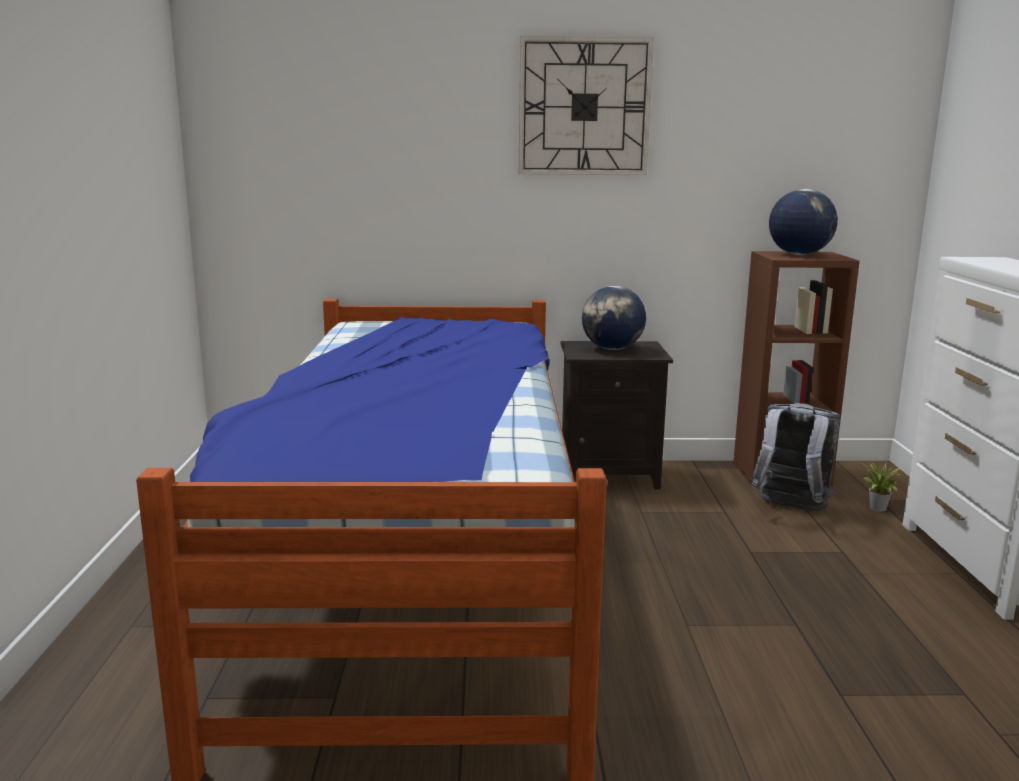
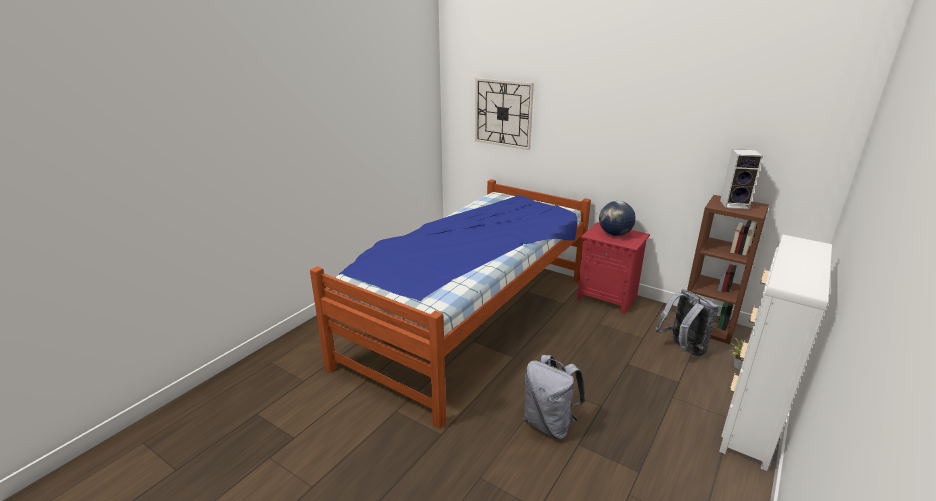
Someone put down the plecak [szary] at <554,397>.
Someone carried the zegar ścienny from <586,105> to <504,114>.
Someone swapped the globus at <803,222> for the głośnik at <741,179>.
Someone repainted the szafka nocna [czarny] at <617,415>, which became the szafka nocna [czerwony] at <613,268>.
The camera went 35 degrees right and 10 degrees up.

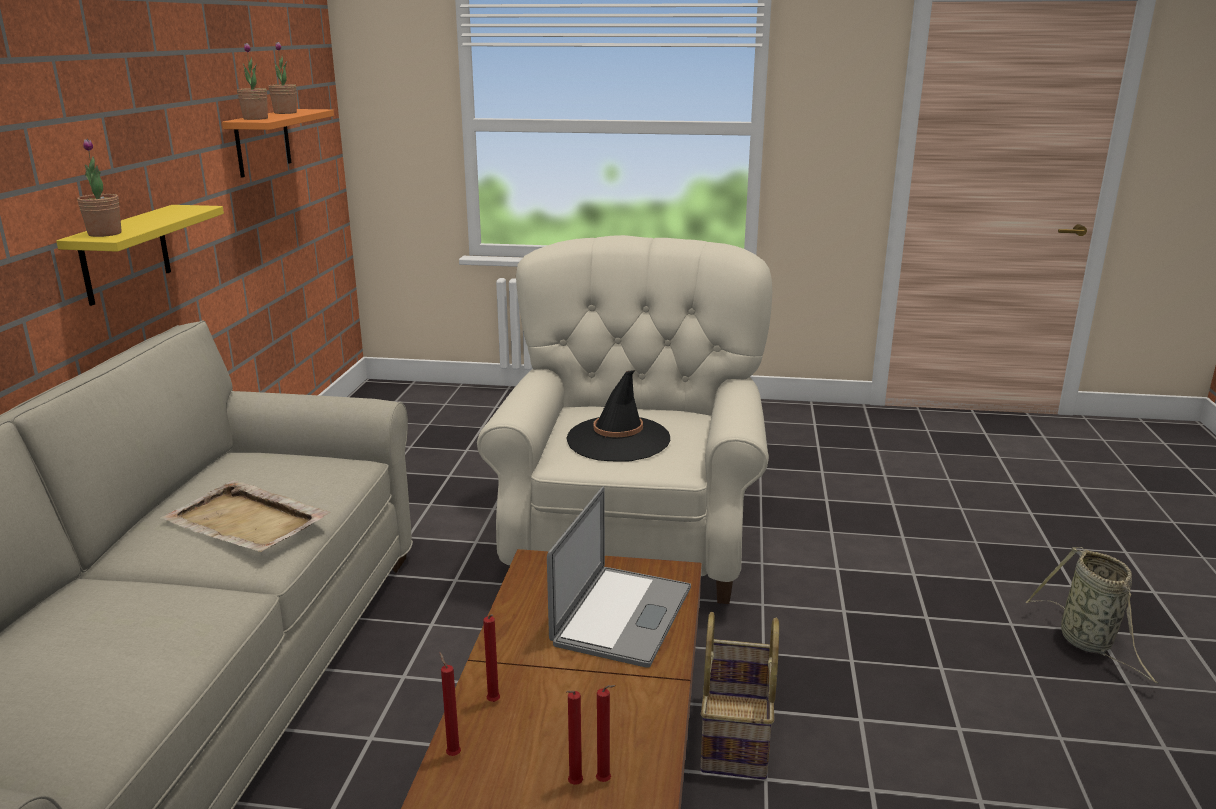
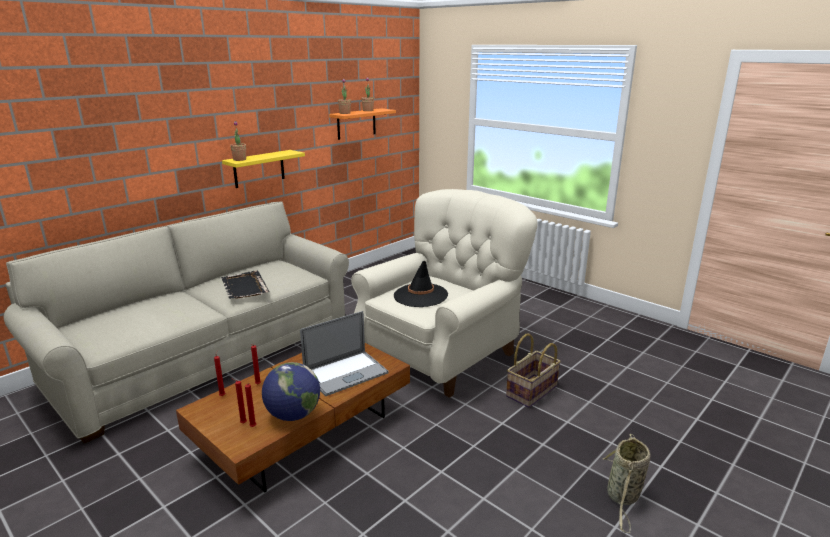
Someone put down the globus at <291,391>.
Someone carried the koszyk from <739,695> to <533,371>.
Someone repainted the taca [beżowy] at <245,516>, which became the taca [czarny] at <245,284>.
The camera went 35 degrees right and 0 degrees up.

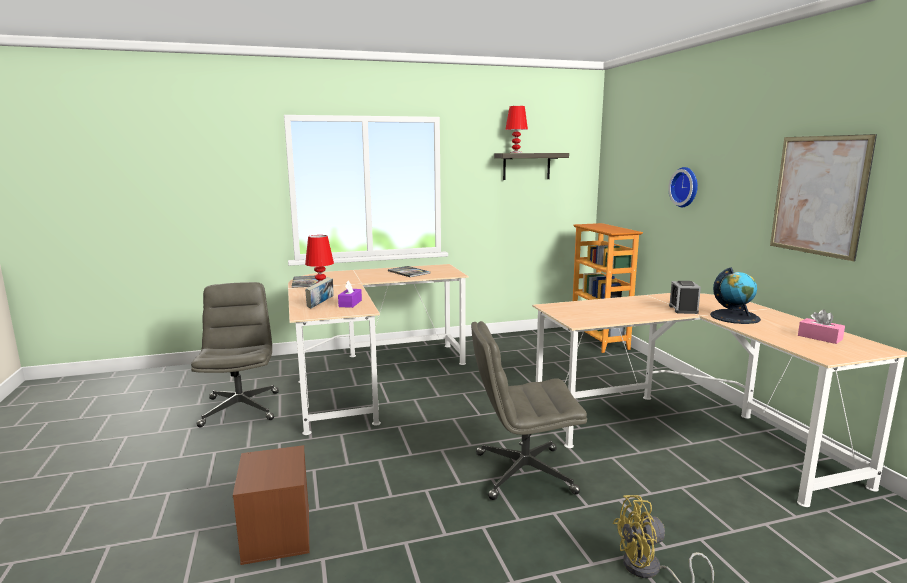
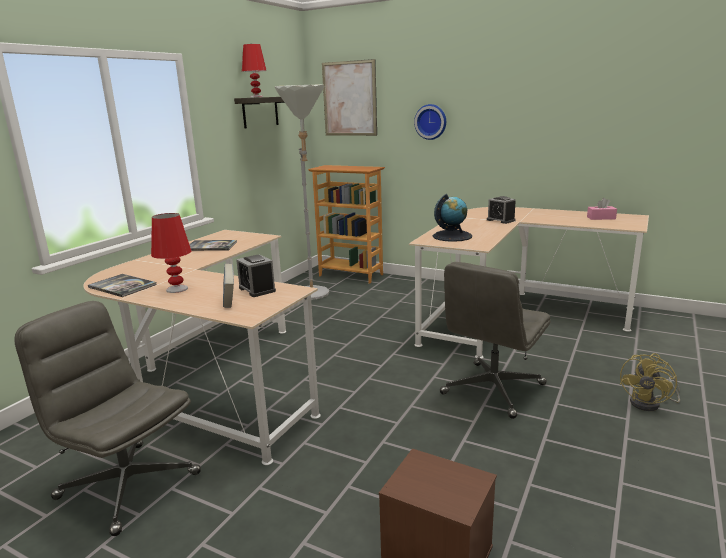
Someone put down the lampa stojąca [szary] at <302,192>.
Someone carried the globus from <735,295> to <452,218>.
Someone carried the obraz from <823,197> to <349,97>.
Someone swapped the pudełko chusteczek [fioletowy] at <350,294> for the budzik at <256,275>.
The camera went 45 degrees left and 5 degrees up.

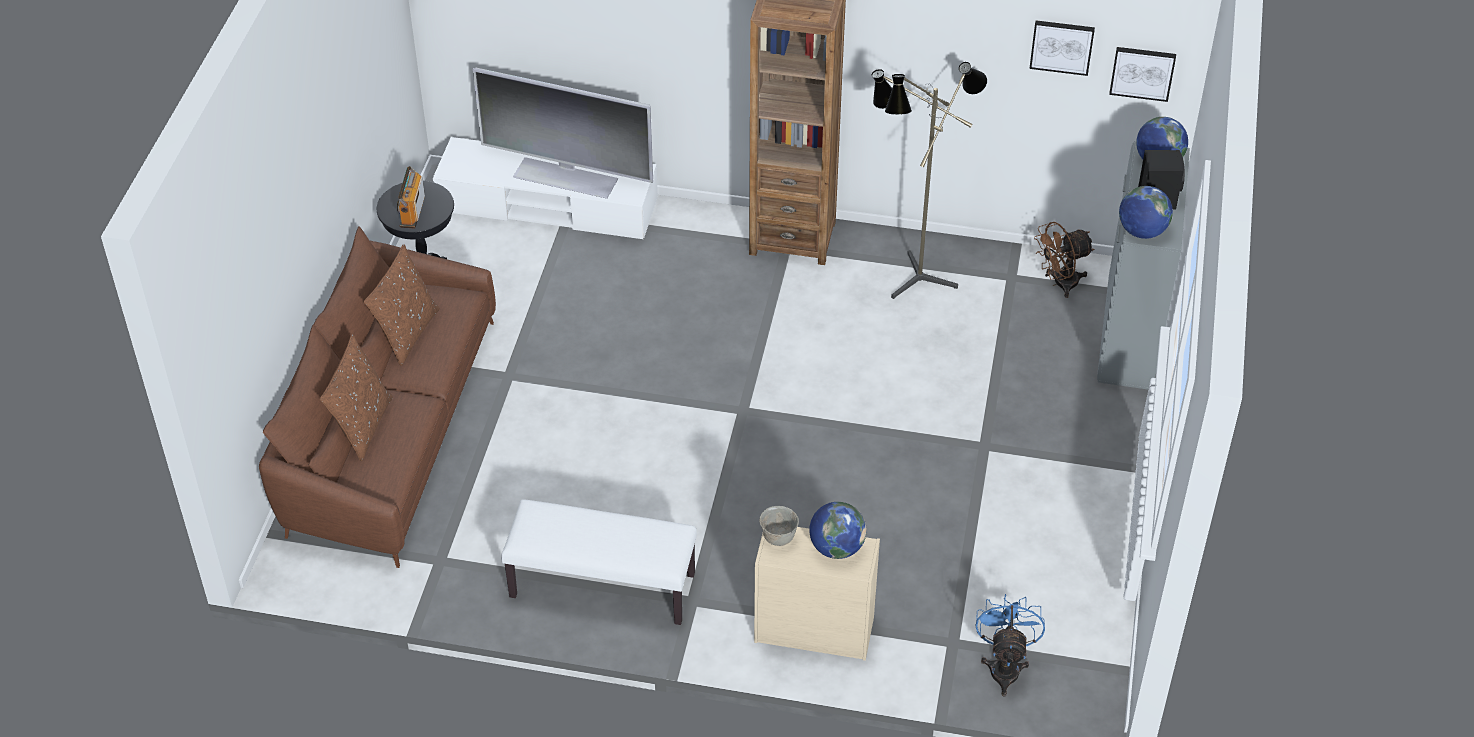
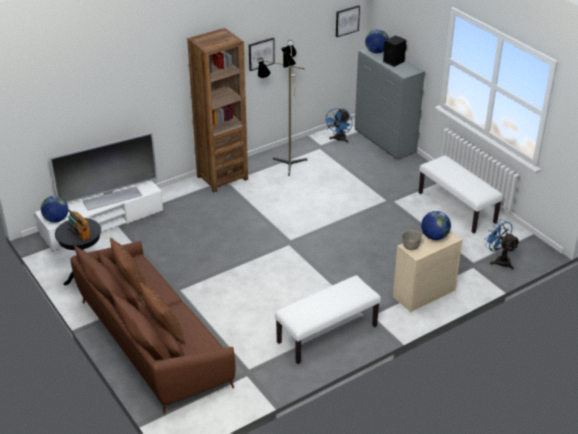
Someone put down the ławka [biały] at <461,194>.
Someone carried the obraz from <1062,48> to <262,54>.
Someone carried the globus from <1146,212> to <55,209>.
Someone repainted the wentylator [brązowy] at <1064,260>, which became the wentylator [niebieski] at <338,125>.
The camera went 45 degrees left and 10 degrees down.

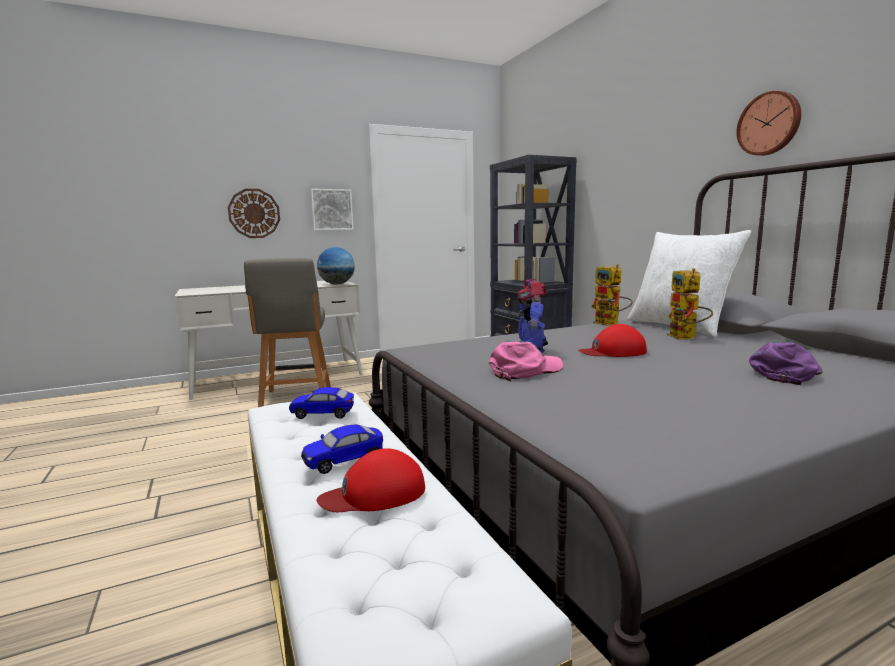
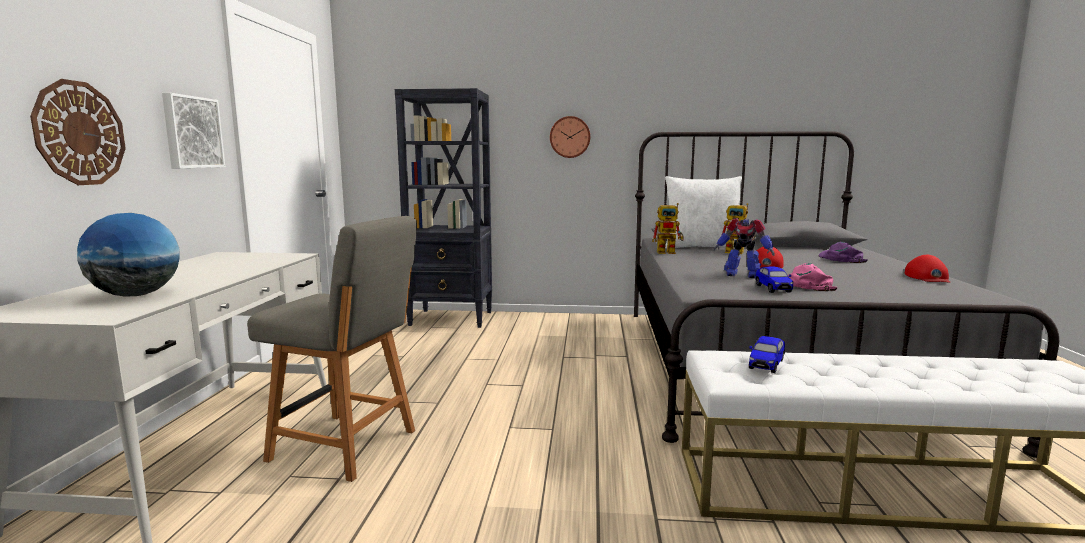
Someone carried the samochodzik from <342,449> to <774,279>.
Someone carried the globus from <336,266> to <128,254>.
Someone carried the czapka z daszkiem [czerwony] from <371,480> to <928,269>.
Someone carried the zegar ścienny from <768,123> to <570,137>.
The camera went 60 degrees left and 0 degrees up.

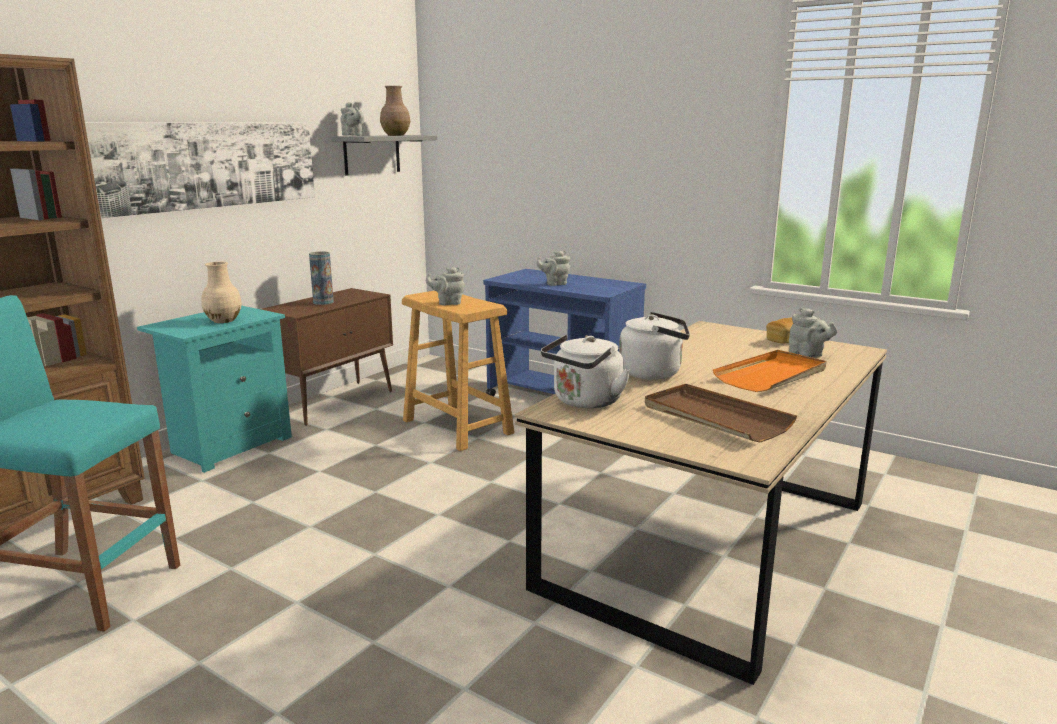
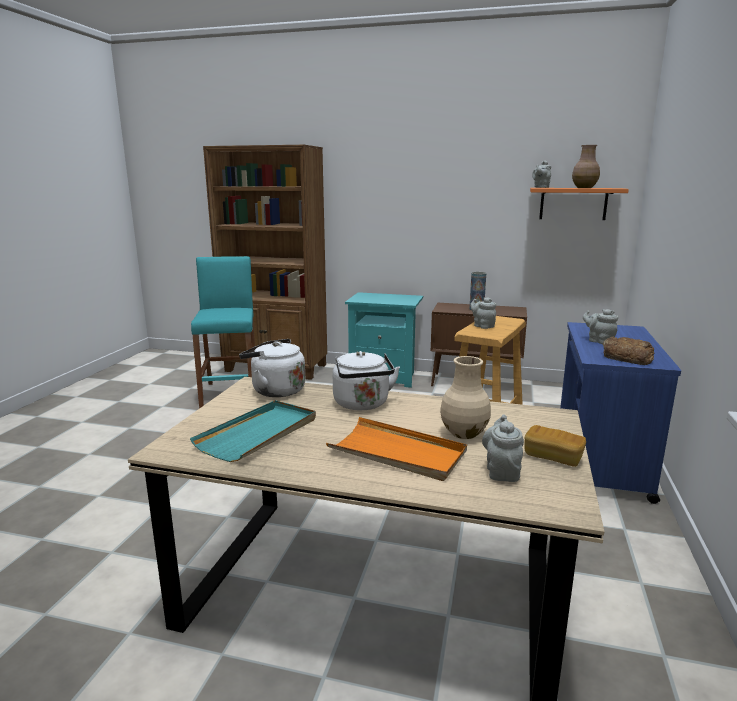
Someone took away the obraz at <200,170>.
Someone put down the chleb at <628,351>.
Someone carried the wazon [beżowy] from <221,292> to <465,397>.
Someone repainted the półka [szary] at <384,155>, which became the półka [pomarańczowy] at <579,204>.
Someone repainted the taca [brązowy] at <721,413>, which became the taca [turkusowy] at <253,431>.
Someone rotated the imbryk [szary] at <813,332> by 150 degrees clockwise.
The camera went 70 degrees right and 0 degrees up.

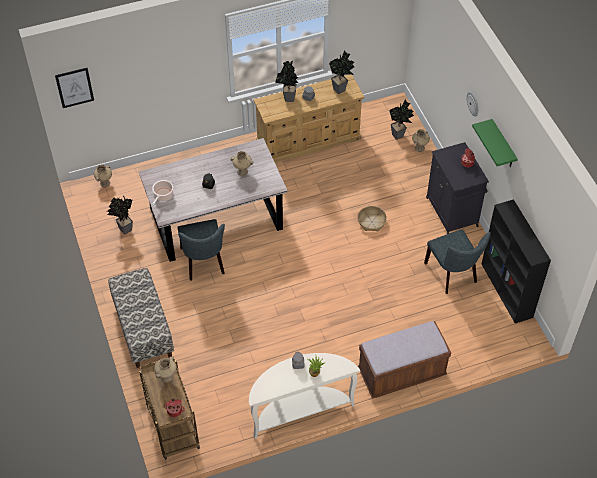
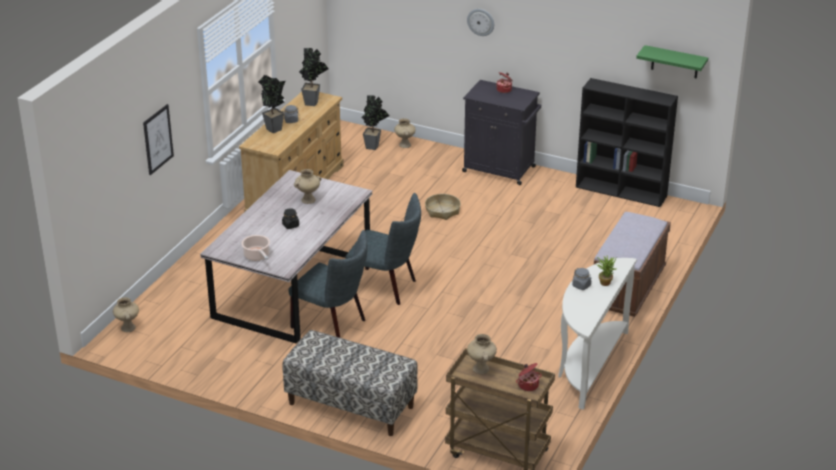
Someone took away the roślina doniczkowa at <120,215>.
Someone carried the obraz from <74,88> to <158,139>.
Someone carried the krzesło [szary] from <457,261> to <383,249>.
Someone carried the półka [zielony] from <495,143> to <672,62>.
The camera went 45 degrees left and 20 degrees down.

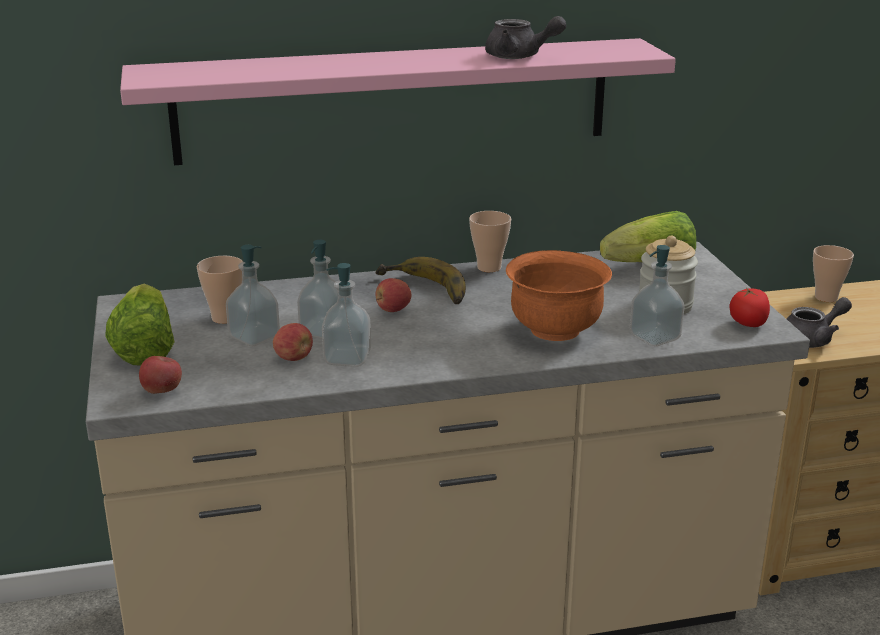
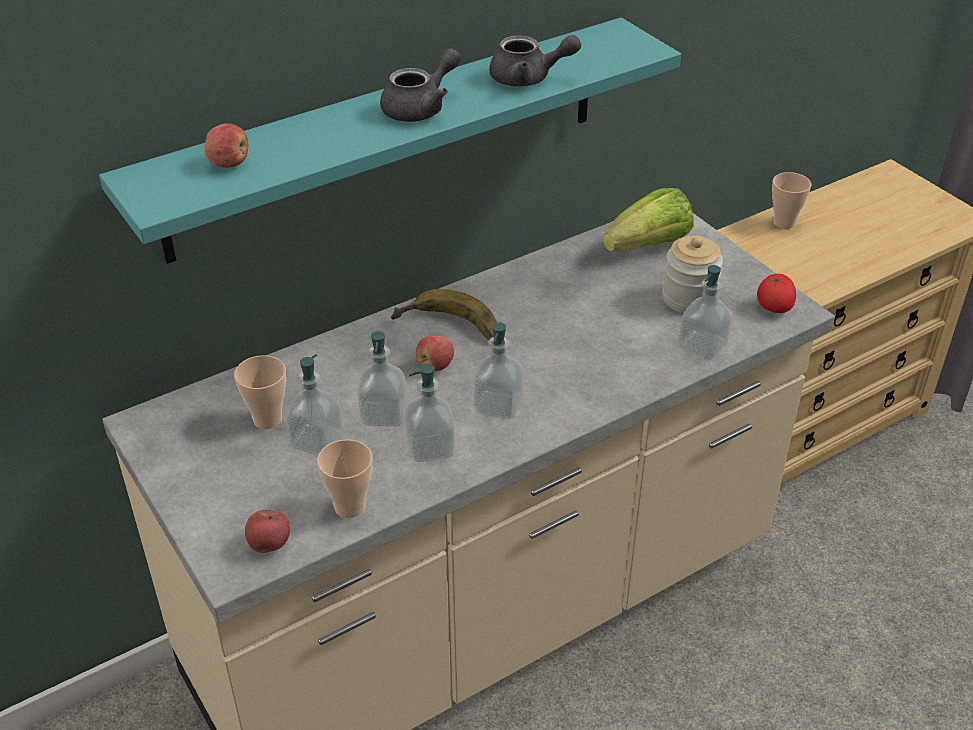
Someone took away the sałata at <139,325>.
Someone took away the miska [pomarańczowy] at <559,295>.
Someone put down the dozownik mydła at <499,370>.
Someone carried the jabłko from <293,342> to <226,145>.
Someone carried the filiżanka from <490,241> to <345,478>.
Someone carried the imbryk [szary] from <819,322> to <420,85>.
Someone repainted the półka [różowy] at <398,101>, which became the półka [turkusowy] at <390,140>.
The camera went 20 degrees left and 15 degrees up.

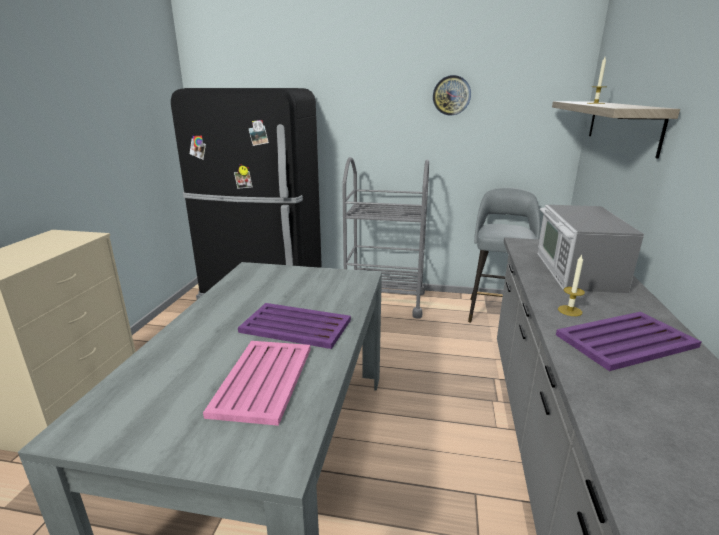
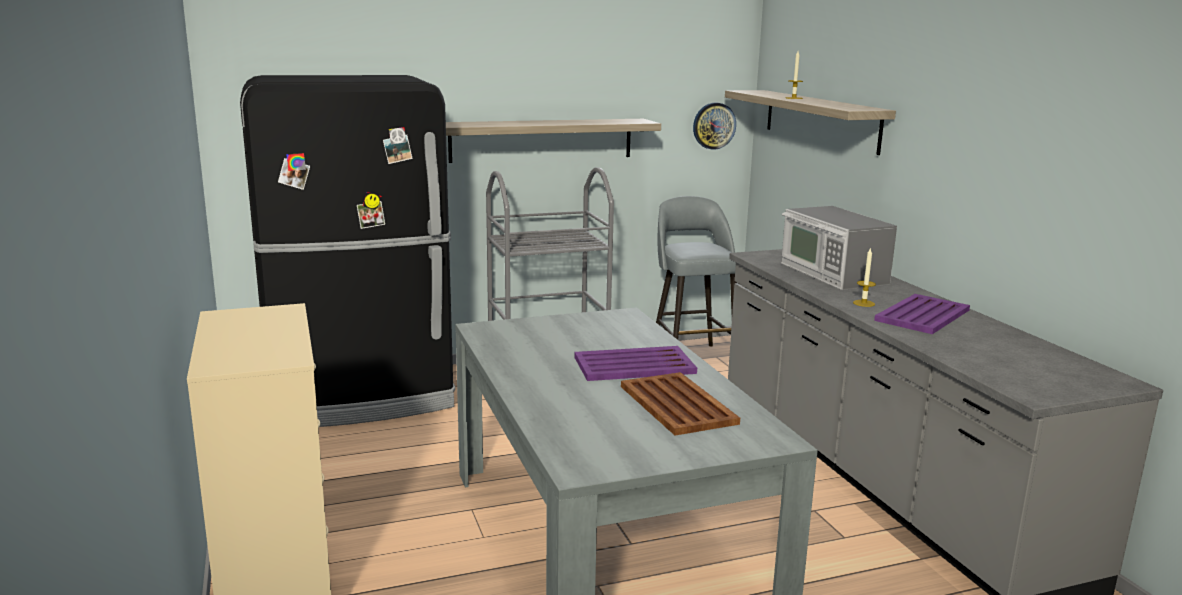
Someone put up the półka at <553,141>.
Someone carried the zegar ścienny from <452,95> to <714,126>.
Someone repainted the taca [różowy] at <257,383>, which became the taca [brązowy] at <680,404>.
The camera went 30 degrees left and 5 degrees down.

